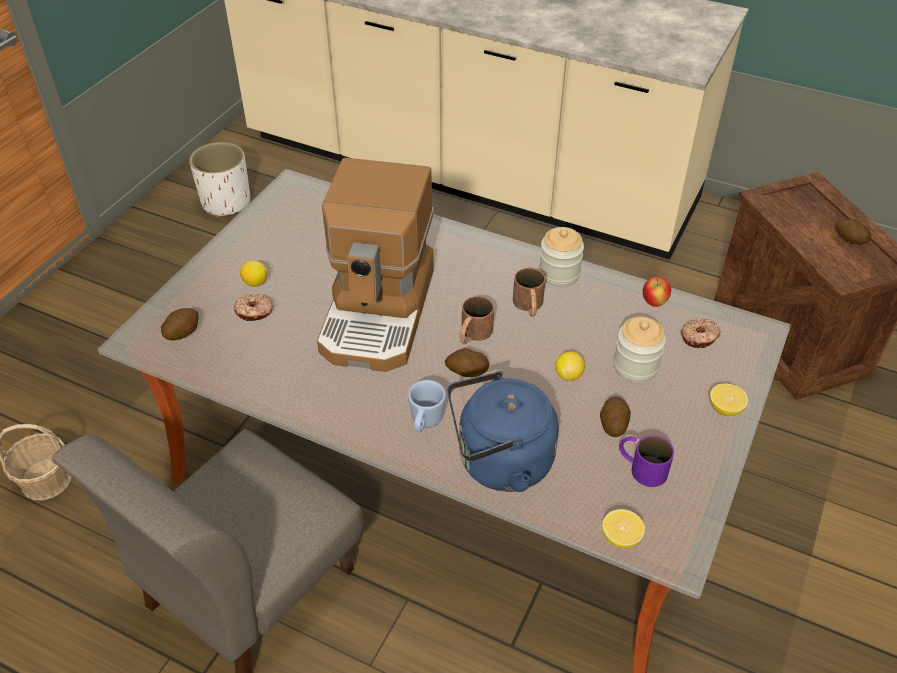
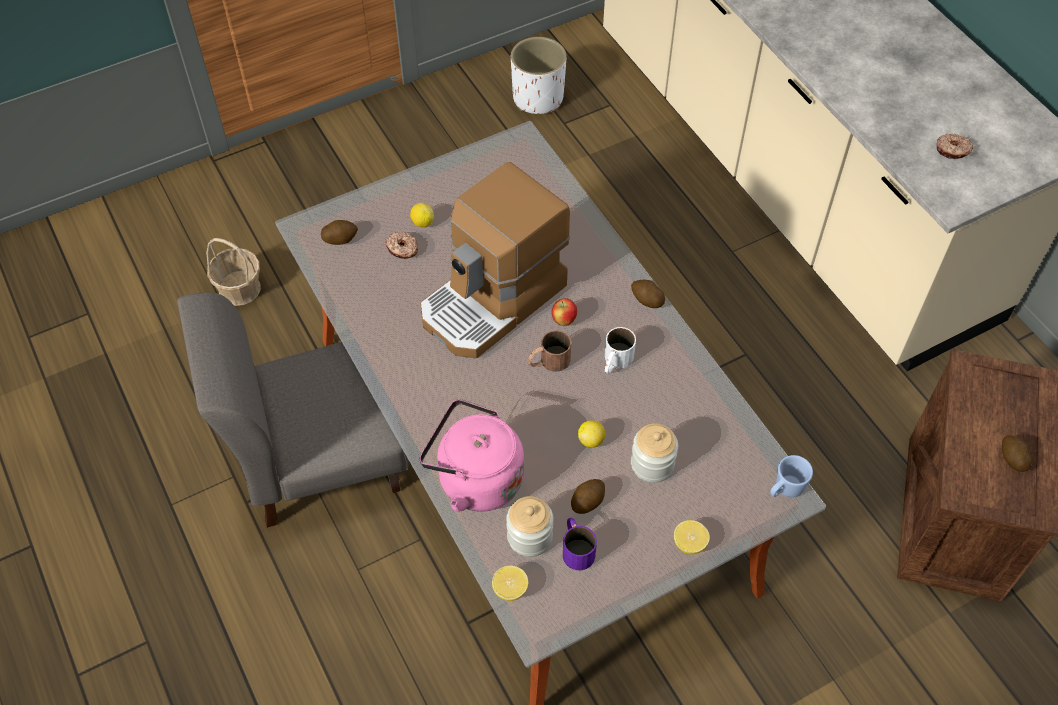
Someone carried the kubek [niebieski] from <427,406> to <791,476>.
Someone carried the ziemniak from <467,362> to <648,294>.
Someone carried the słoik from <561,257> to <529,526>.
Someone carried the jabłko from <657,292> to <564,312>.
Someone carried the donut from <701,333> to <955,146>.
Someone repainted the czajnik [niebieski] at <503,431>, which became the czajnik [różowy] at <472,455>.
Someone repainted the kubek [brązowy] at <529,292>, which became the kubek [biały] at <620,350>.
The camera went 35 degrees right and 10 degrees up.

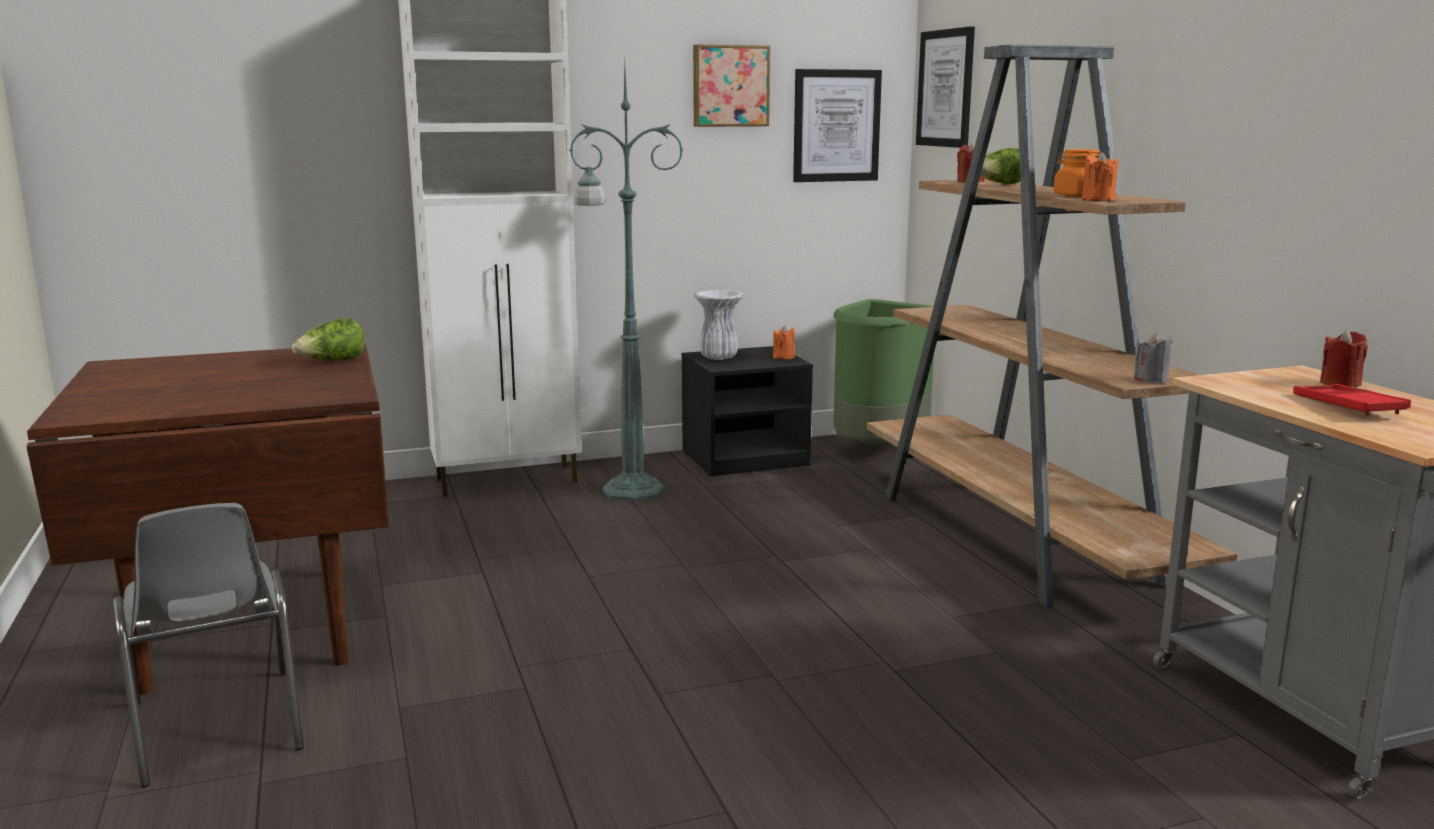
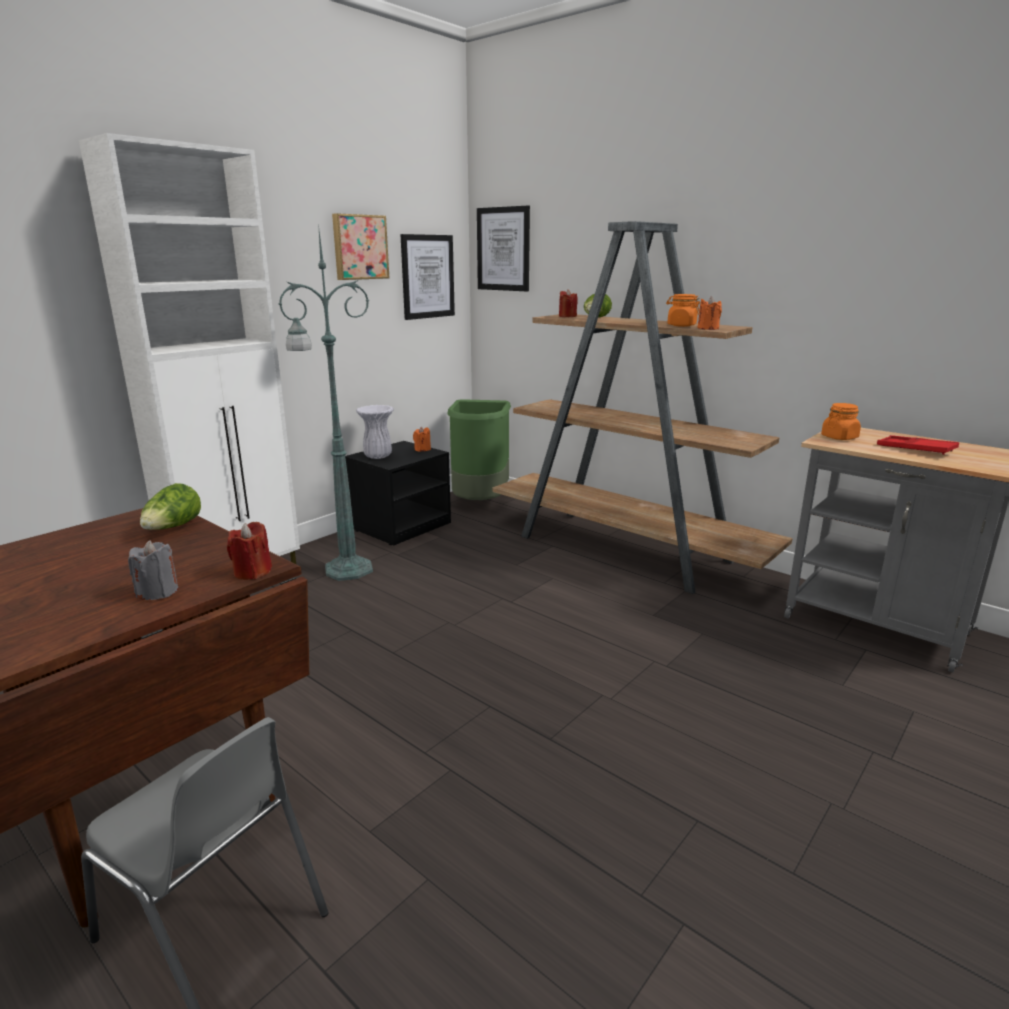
Someone put down the słoik [pomarańczowy] at <841,421>.
Someone carried the świeca [szary] from <1153,357> to <153,570>.
Someone carried the świeca [czerwony] from <1344,358> to <249,551>.
The camera went 30 degrees left and 5 degrees up.

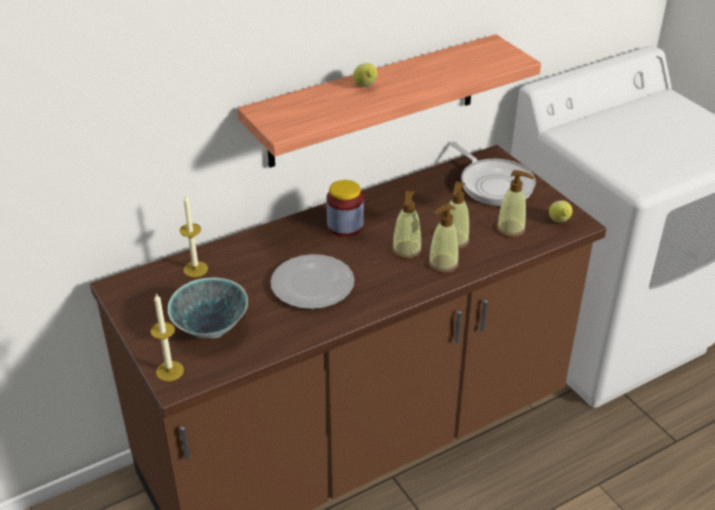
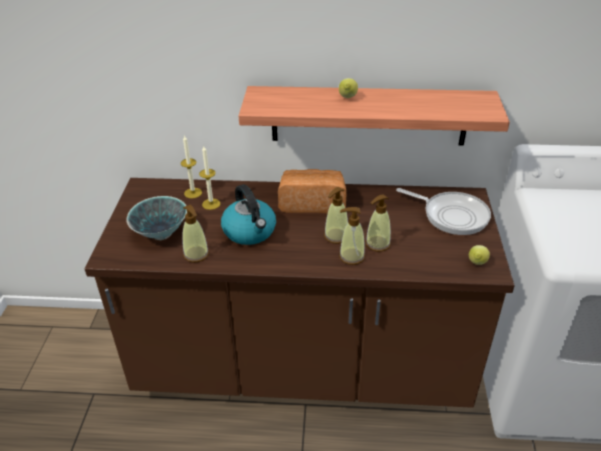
Someone carried the świeca from <167,337> to <209,178>.
Someone carried the dozownik mydła from <515,204> to <195,233>.
Someone swapped the talerz at <312,281> for the czajnik at <248,214>.
Someone swapped the słoik at <345,208> for the chleb at <312,191>.
Someone rotated the patelnia at <493,174> by 60 degrees counterclockwise.
The camera went 35 degrees right and 0 degrees up.

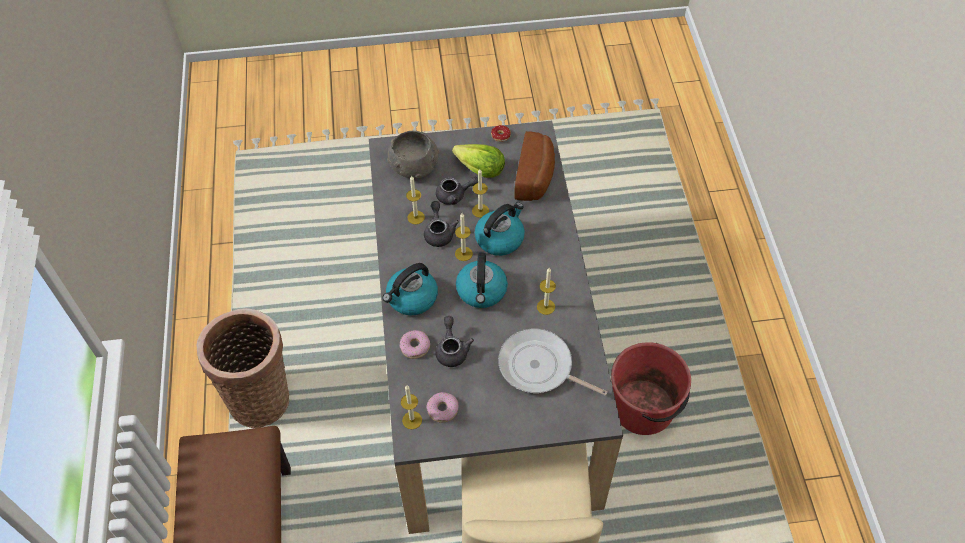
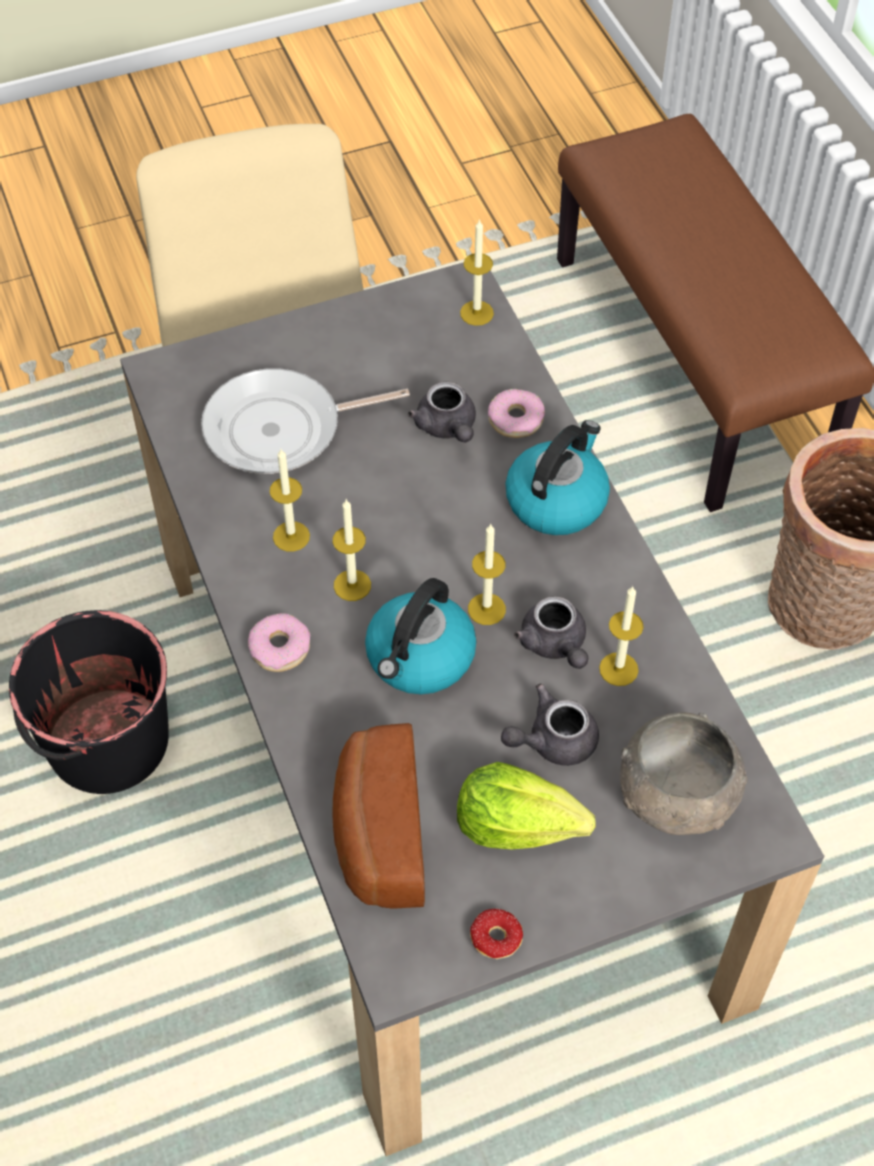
Someone took away the czajnik at <482,280>.
Someone carried the donut from <442,407> to <279,642>.
Someone carried the świeca from <480,193> to <352,550>.
Someone repainted the wiadro [czerwony] at <651,388>, which became the wiadro [czarny] at <89,702>.
Someone rotated the patelnia at <552,362> by 150 degrees clockwise.
The camera went 165 degrees right and 0 degrees up.

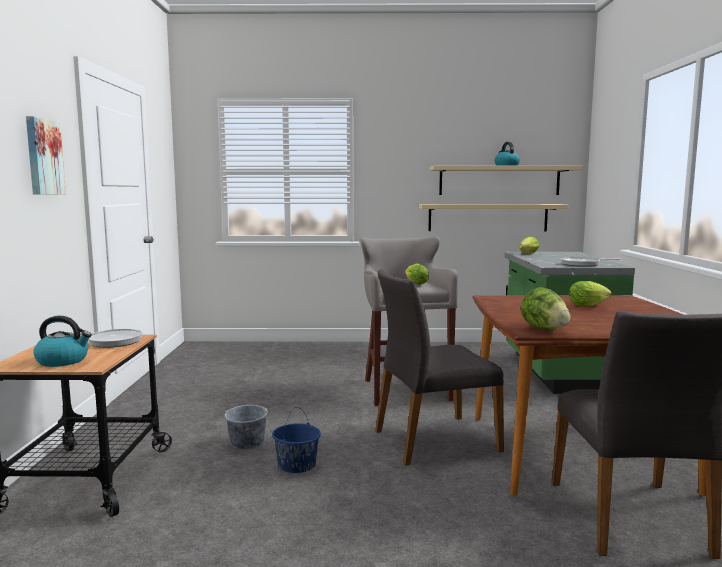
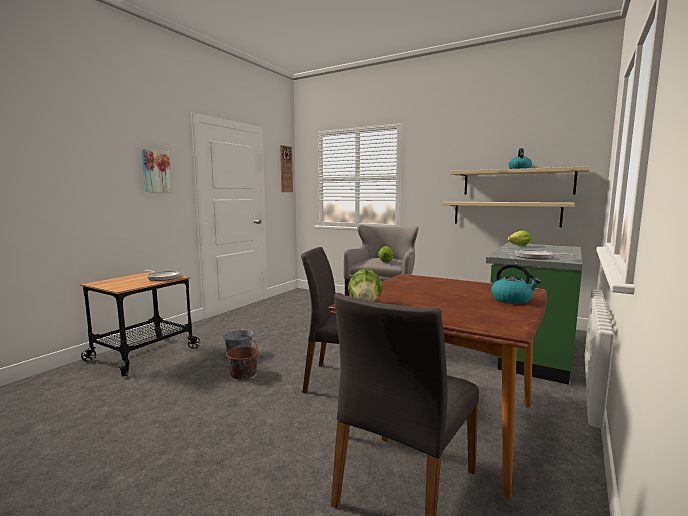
Someone took away the sałata at <590,293>.
Someone put up the zegar ścienny at <286,168>.
Someone carried the czajnik from <62,341> to <516,283>.
Someone repainted the wiadro [niebieski] at <296,440>, which became the wiadro [brązowy] at <242,357>.
The camera went 30 degrees right and 0 degrees up.

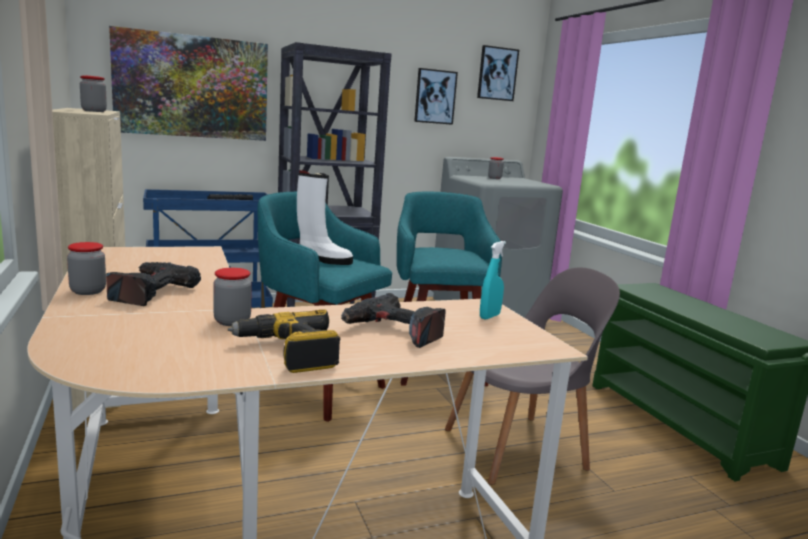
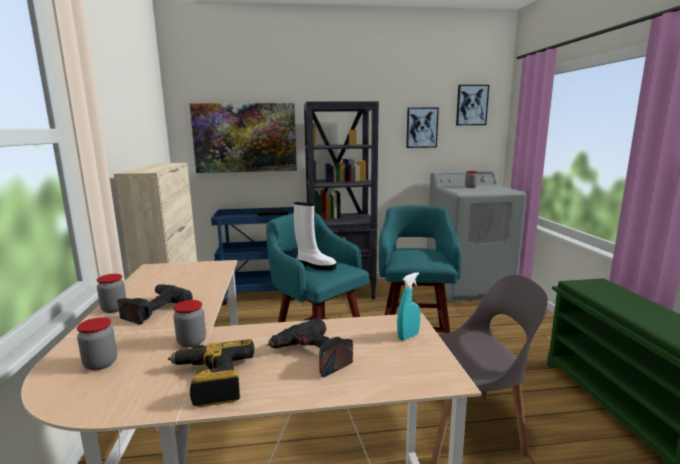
Someone carried the słoik from <93,93> to <97,343>.
The camera went 15 degrees right and 0 degrees up.

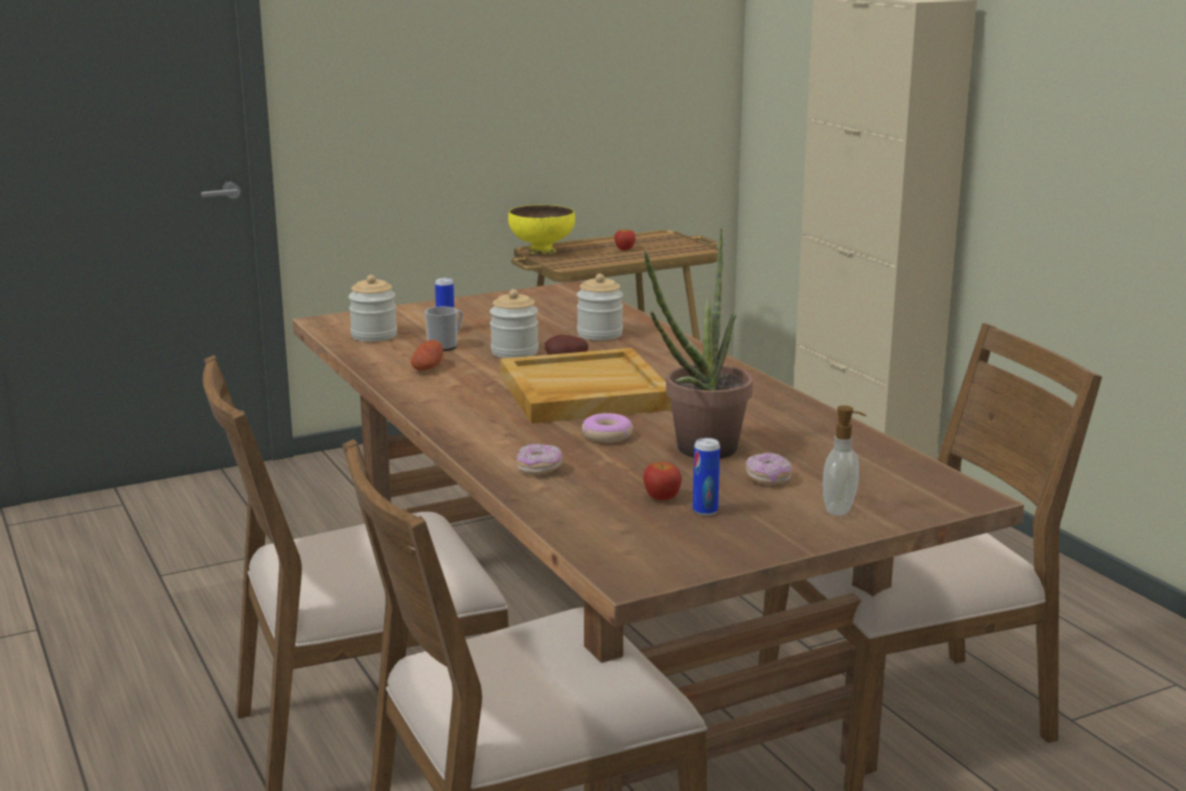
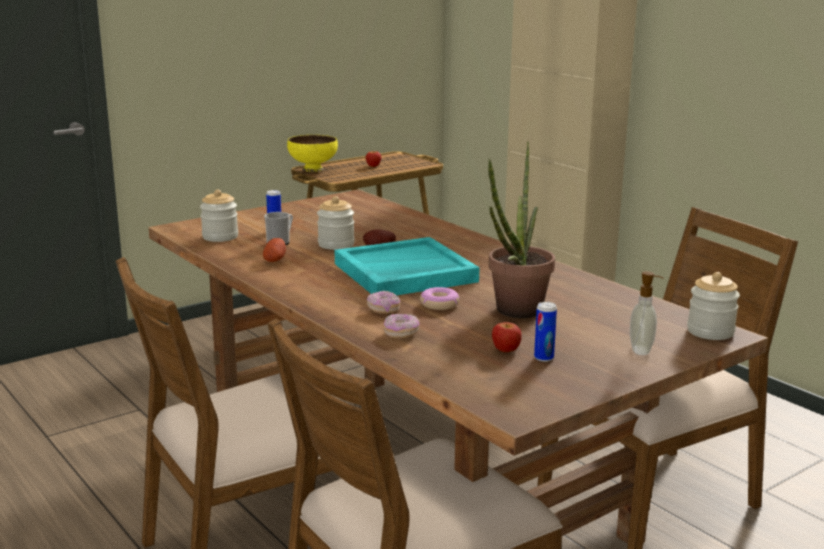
Someone carried the słoik from <600,307> to <713,306>.
Someone carried the donut from <769,468> to <384,302>.
Someone repainted the taca [beżowy] at <586,386>, which became the taca [turkusowy] at <407,266>.
The camera went 10 degrees left and 0 degrees up.

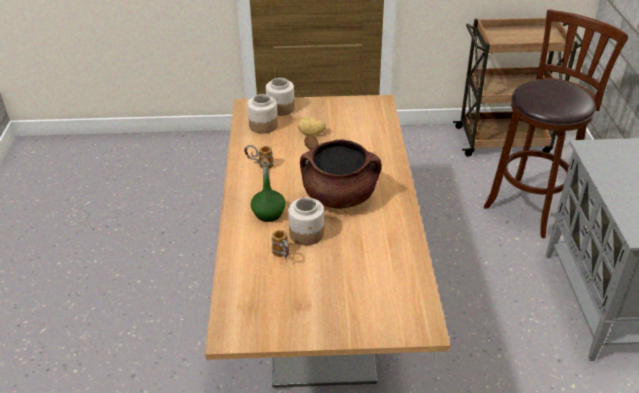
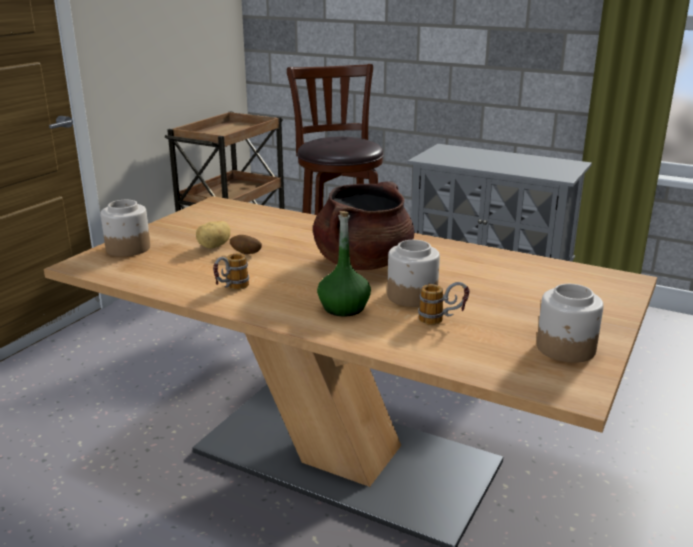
Someone carried the słoik from <262,114> to <570,323>.
The camera went 60 degrees left and 15 degrees down.

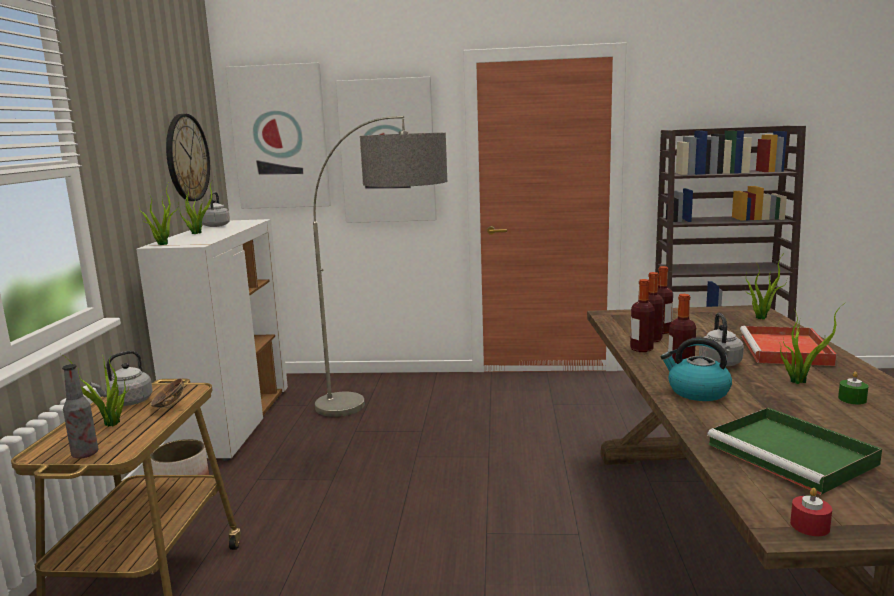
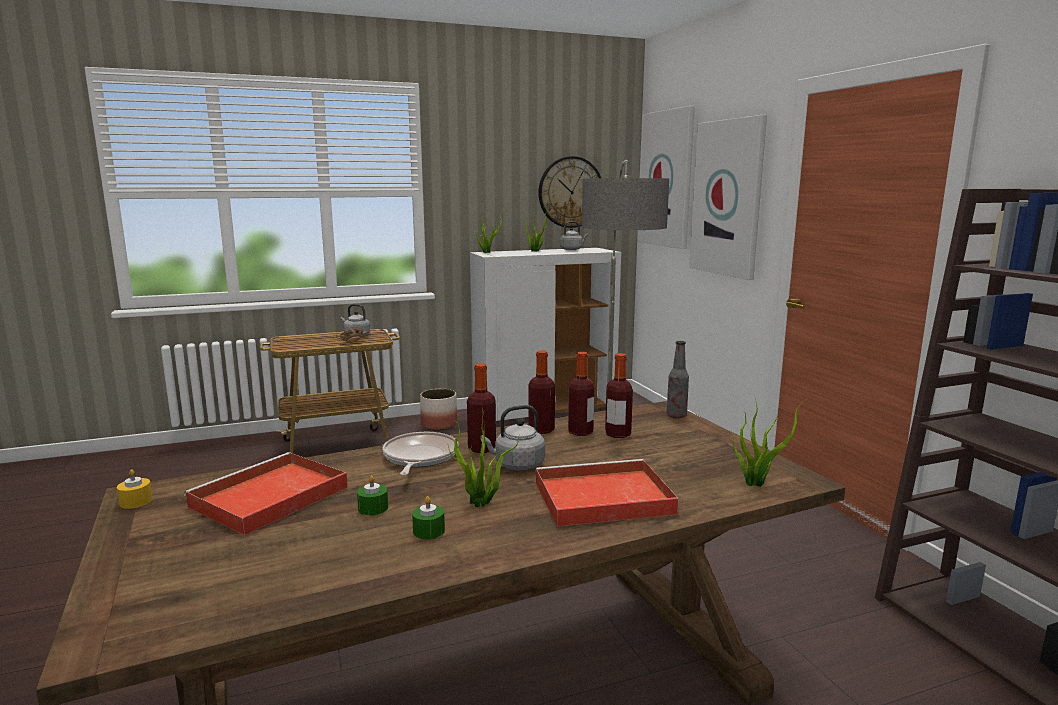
Someone took away the roślina doniczkowa at <95,389>.
Someone put down the świeca [zielony] at <372,495>.
Someone carried the butelka from <80,411> to <677,379>.
Someone swapped the czajnik at <696,369> for the patelnia at <420,454>.
Someone repainted the taca [zielony] at <794,451>, which became the taca [czerwony] at <266,493>.
Someone repainted the świeca [czerwony] at <811,512>, which became the świeca [żółty] at <135,489>.
The camera went 65 degrees right and 0 degrees up.

